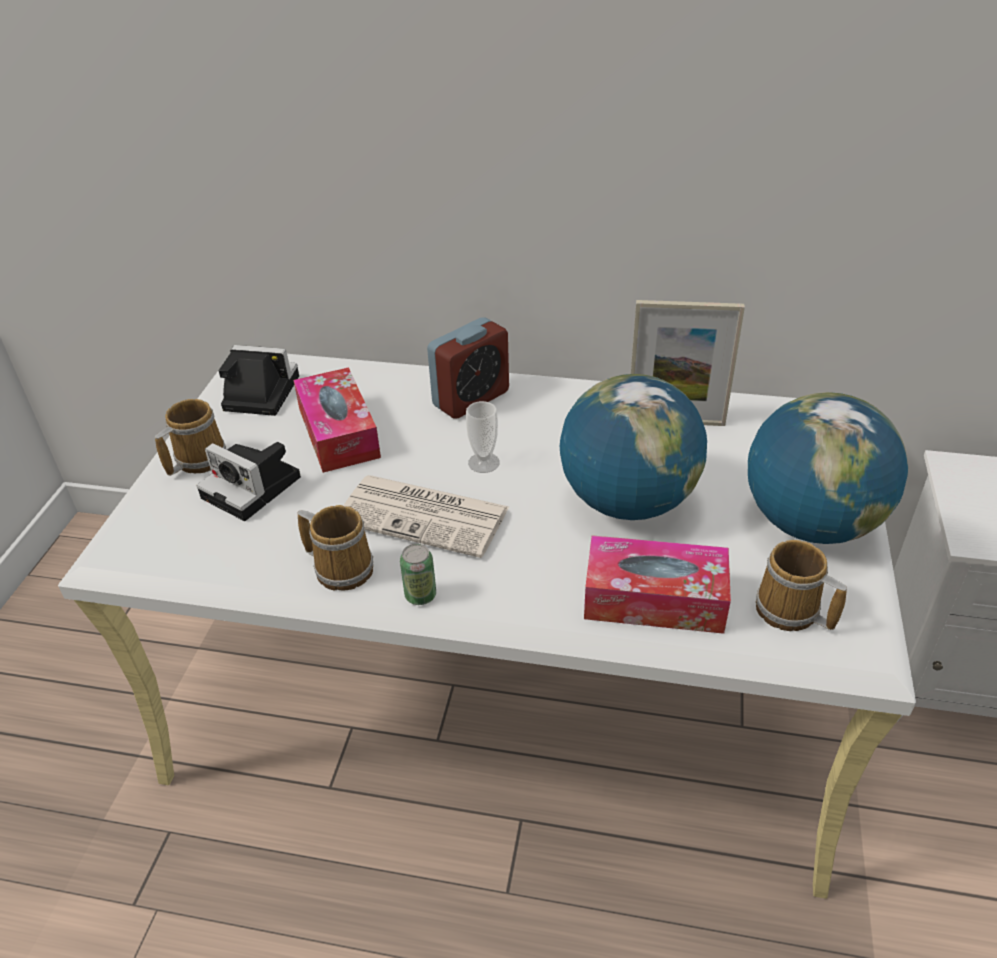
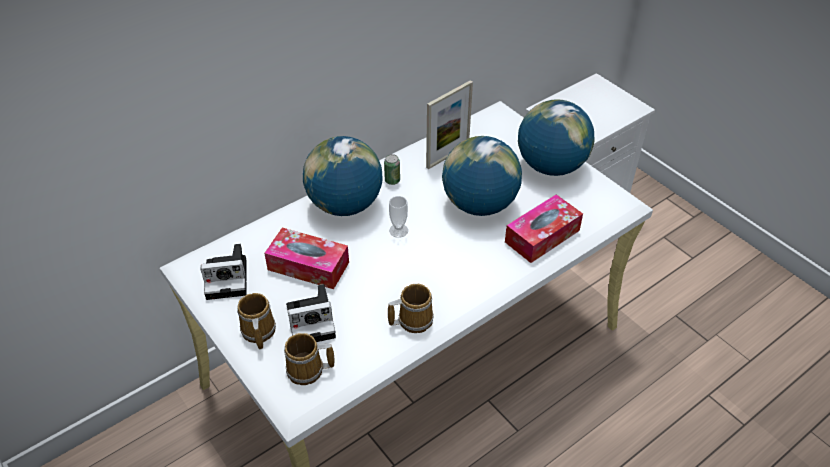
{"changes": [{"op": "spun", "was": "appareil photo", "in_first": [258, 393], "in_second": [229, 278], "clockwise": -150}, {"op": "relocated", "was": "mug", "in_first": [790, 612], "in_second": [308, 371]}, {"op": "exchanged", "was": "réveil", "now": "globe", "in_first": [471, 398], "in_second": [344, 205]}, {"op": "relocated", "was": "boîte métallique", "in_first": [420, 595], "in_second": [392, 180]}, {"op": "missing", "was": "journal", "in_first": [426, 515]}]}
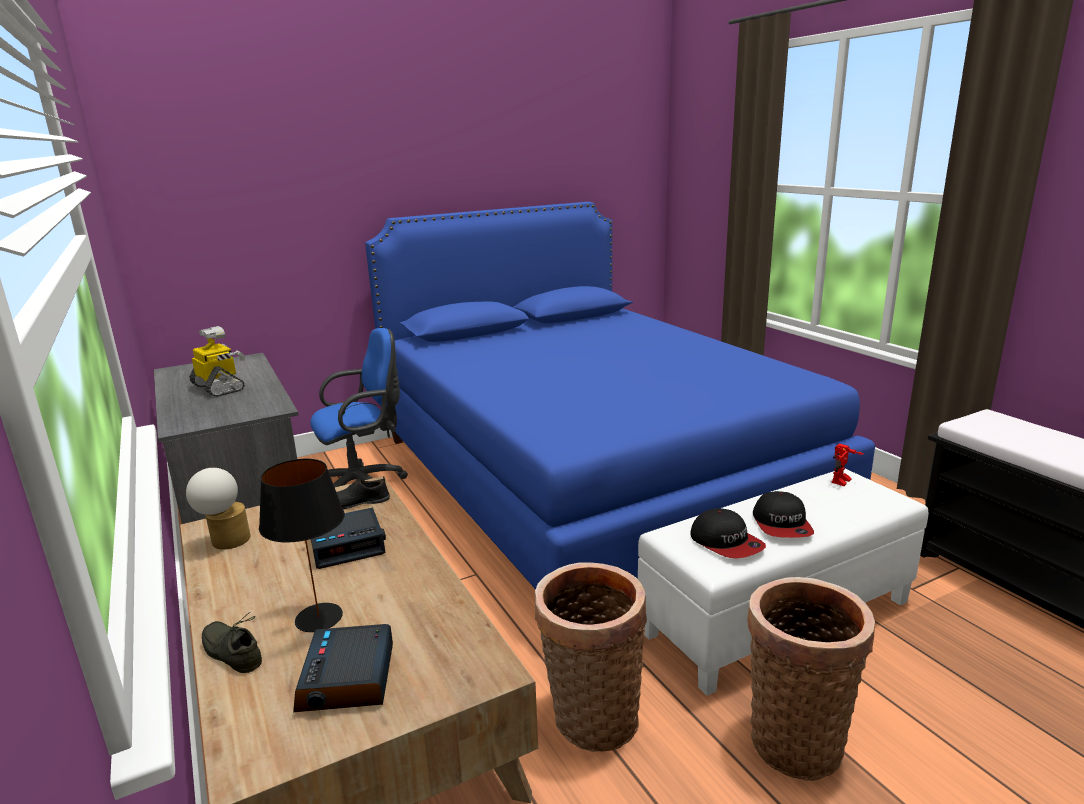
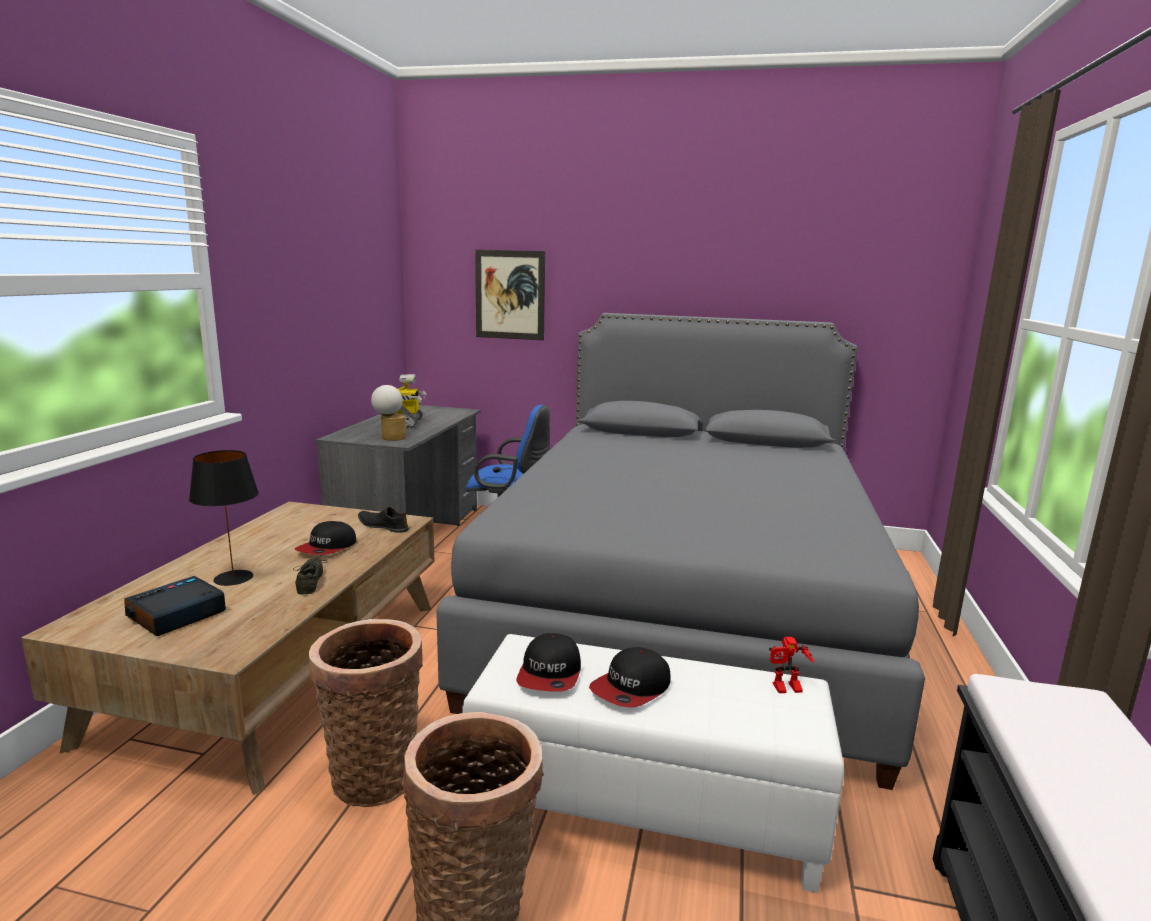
{"changes": [{"op": "relocated", "was": "chaussure [gris]", "in_first": [235, 651], "in_second": [312, 581]}, {"op": "exchanged", "was": "réveil", "now": "casquette", "in_first": [348, 545], "in_second": [327, 548]}, {"op": "relocated", "was": "lampe de table", "in_first": [225, 542], "in_second": [390, 437]}, {"op": "colour", "was": "lit [bleu]", "now": "lit [gris]", "in_first": [589, 479], "in_second": [682, 609]}, {"op": "appeared", "now": "tableau", "in_second": [510, 295]}]}
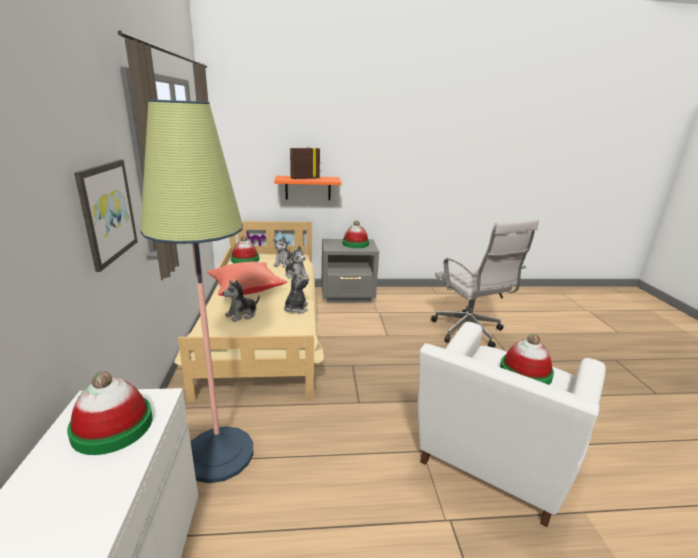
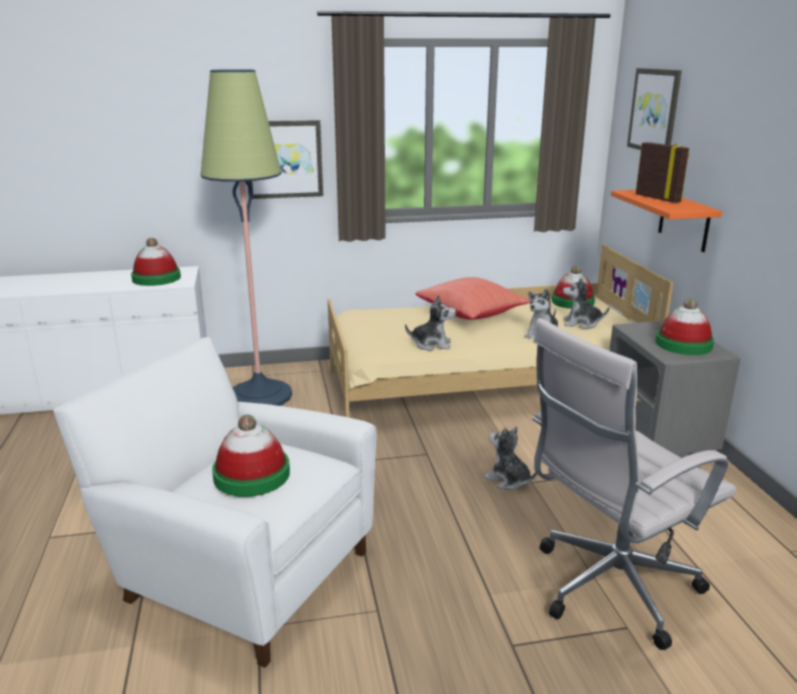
{"changes": [{"op": "relocated", "was": "peluche", "in_first": [242, 315], "in_second": [508, 480]}, {"op": "appeared", "now": "tableau", "in_second": [654, 111]}]}
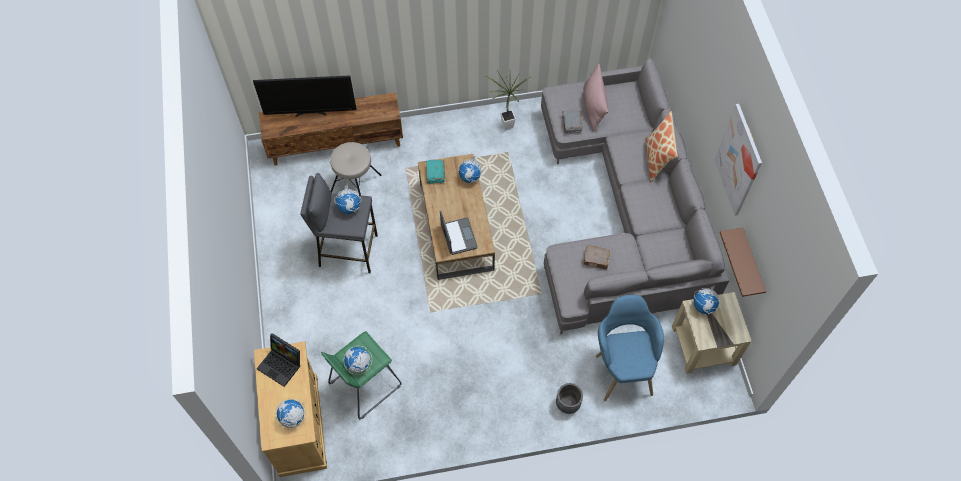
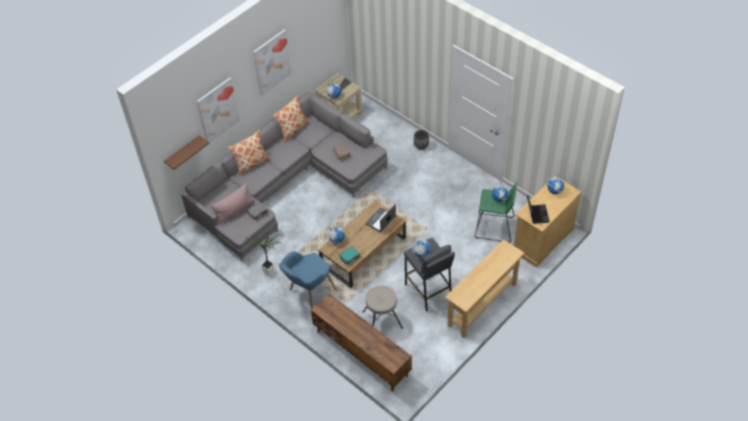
{"changes": [{"op": "relocated", "was": "étagère [marron]", "in_first": [751, 265], "in_second": [183, 153]}, {"op": "appeared", "now": "tableau", "in_second": [217, 110]}, {"op": "appeared", "now": "coussin", "in_second": [292, 129]}, {"op": "relocated", "was": "fauteuil [bleu]", "in_first": [622, 367], "in_second": [308, 293]}, {"op": "appeared", "now": "table console [beige]", "in_second": [482, 305]}, {"op": "missing", "was": "téléviseur", "in_first": [311, 113]}]}
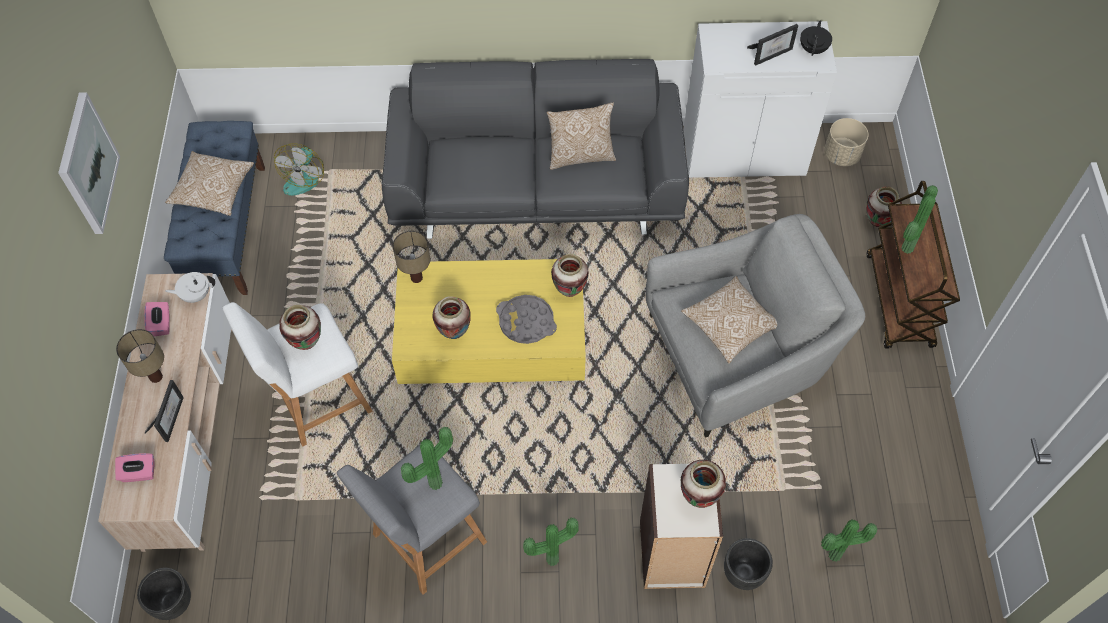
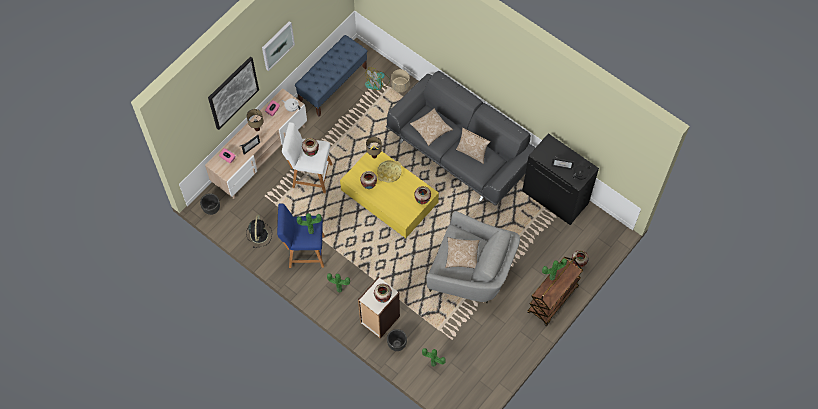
{"changes": [{"op": "appeared", "now": "tableau", "in_second": [233, 92]}, {"op": "appeared", "now": "ventilateur [noir]", "in_second": [259, 234]}, {"op": "colour", "was": "tabouret [gris]", "now": "tabouret [bleu]", "in_first": [425, 541], "in_second": [304, 251]}, {"op": "appeared", "now": "plateau [jaune]", "in_second": [389, 172]}, {"op": "relocated", "was": "cache-pot [beige]", "in_first": [842, 155], "in_second": [400, 86]}, {"op": "relocated", "was": "coussin", "in_first": [213, 191], "in_second": [431, 129]}, {"op": "colour", "was": "meuble de rangement [blanc]", "now": "meuble de rangement [noir]", "in_first": [744, 152], "in_second": [555, 197]}, {"op": "missing", "was": "plateau [gris]", "in_first": [526, 322]}]}
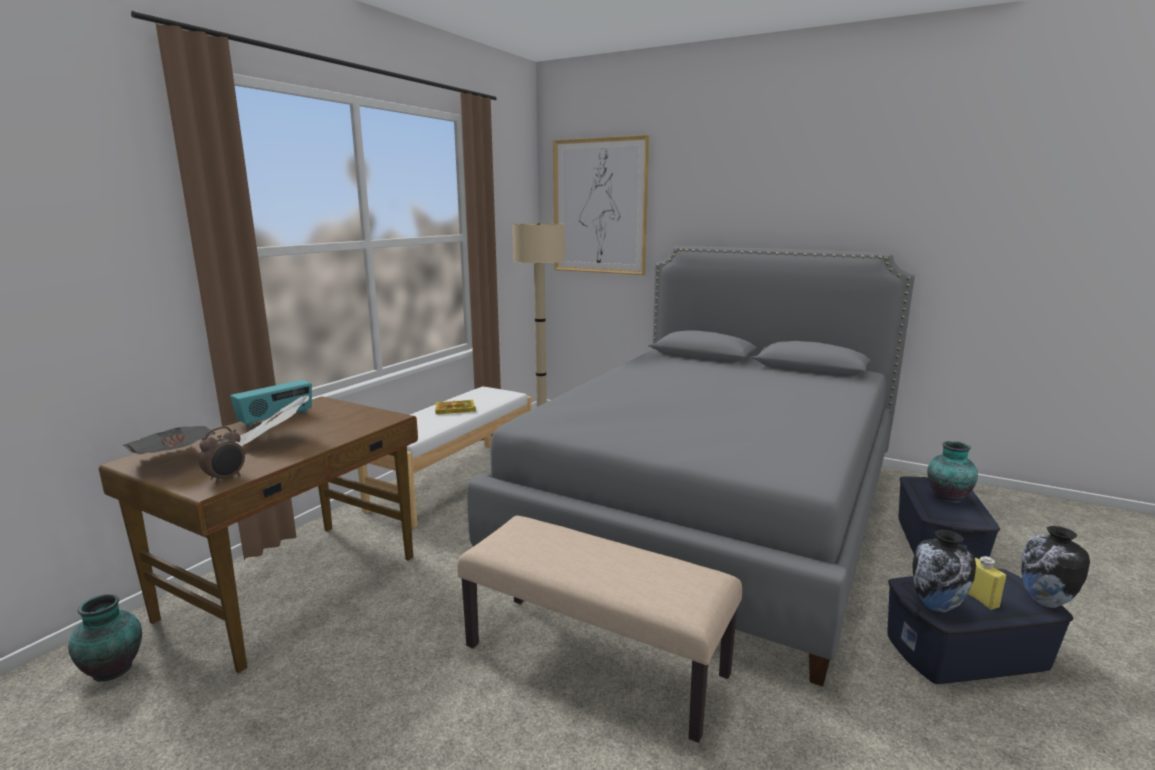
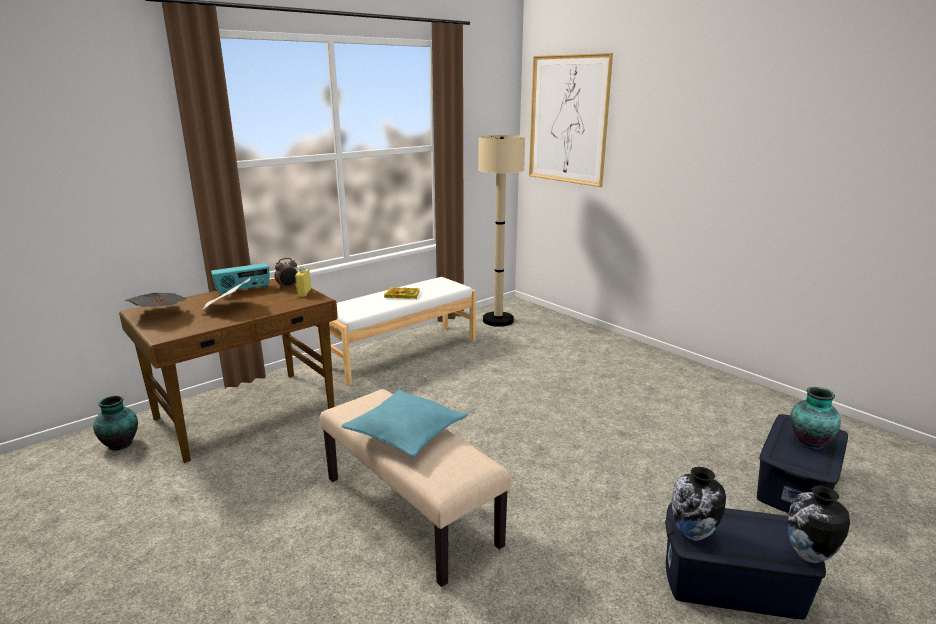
{"changes": [{"op": "relocated", "was": "réveil", "in_first": [226, 478], "in_second": [288, 287]}, {"op": "relocated", "was": "bouteille [jaune]", "in_first": [979, 599], "in_second": [304, 293]}, {"op": "appeared", "now": "coussin [turquoise]", "in_second": [406, 432]}, {"op": "missing", "was": "lit [gris]", "in_first": [710, 511]}]}
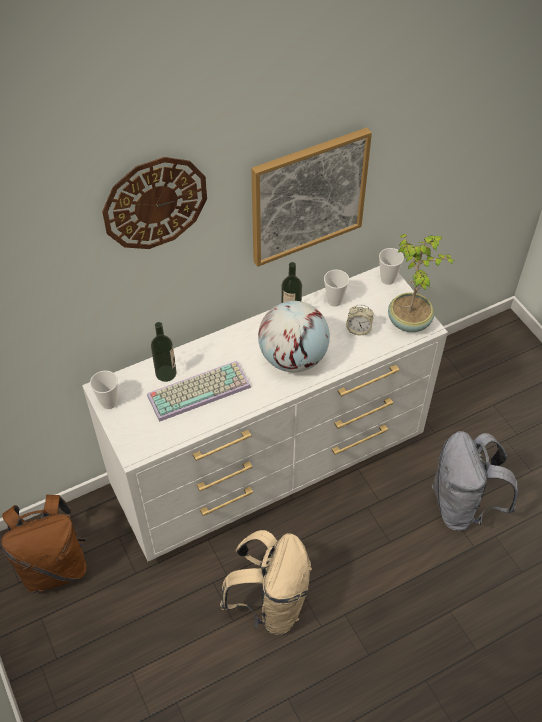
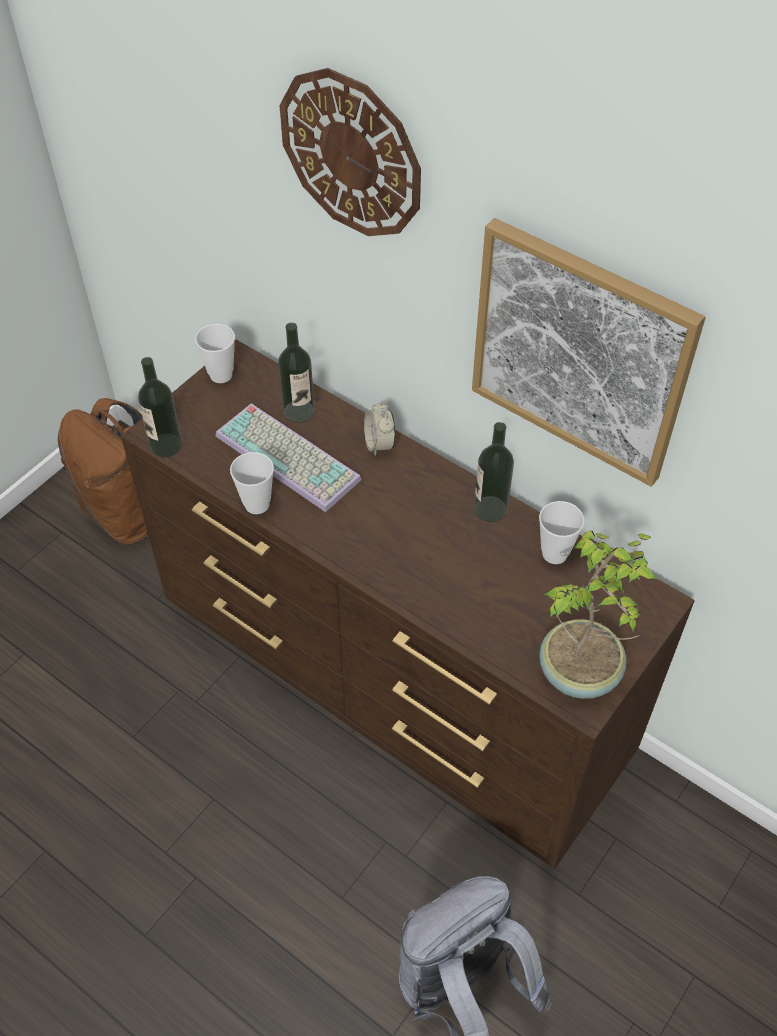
{"changes": [{"op": "colour", "was": "commode [blanc]", "now": "commode [marron]", "in_first": [271, 464], "in_second": [392, 683]}, {"op": "appeared", "now": "bouteille", "in_second": [166, 445]}, {"op": "relocated", "was": "tasse", "in_first": [387, 279], "in_second": [257, 504]}, {"op": "relocated", "was": "réveil", "in_first": [358, 329], "in_second": [379, 444]}, {"op": "missing", "was": "sac à dos [beige]", "in_first": [271, 603]}, {"op": "missing", "was": "globe", "in_first": [293, 358]}]}
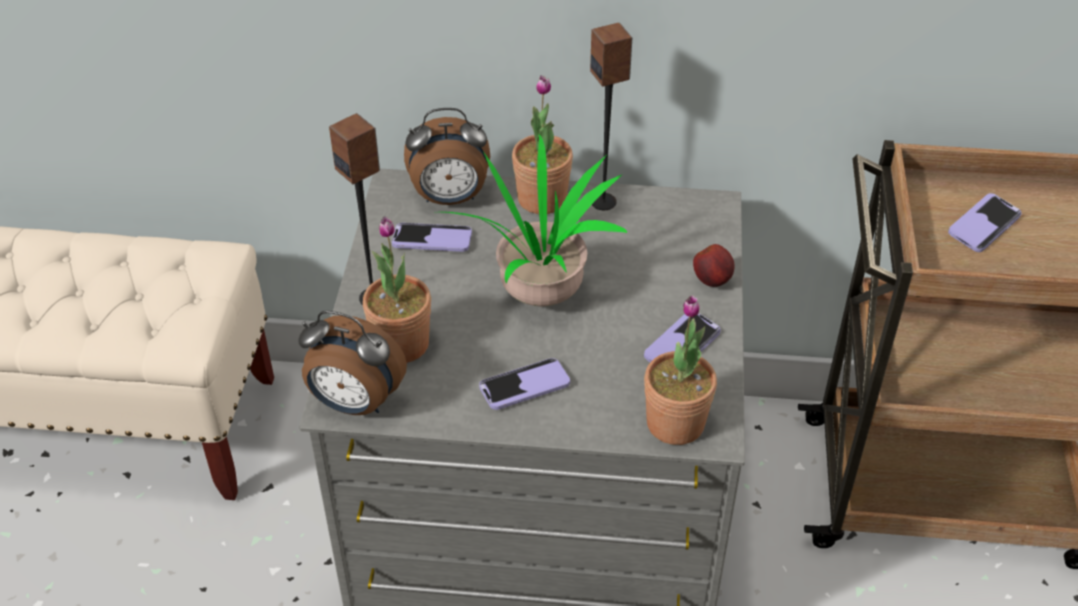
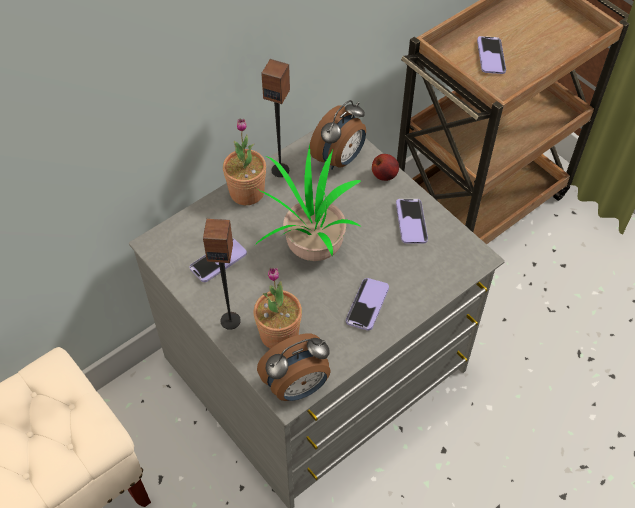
{"changes": [{"op": "relocated", "was": "réveil", "in_first": [450, 198], "in_second": [340, 159]}, {"op": "missing", "was": "plante en pot", "in_first": [675, 423]}]}
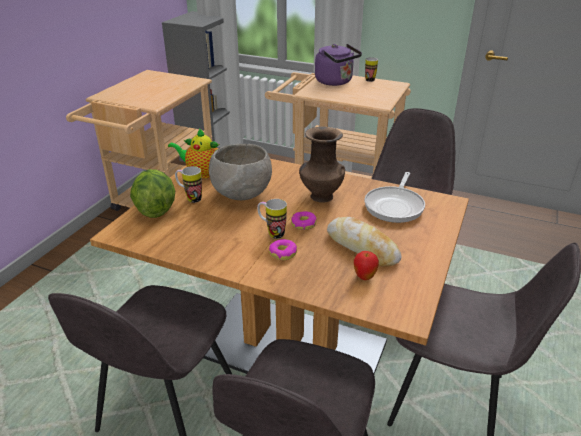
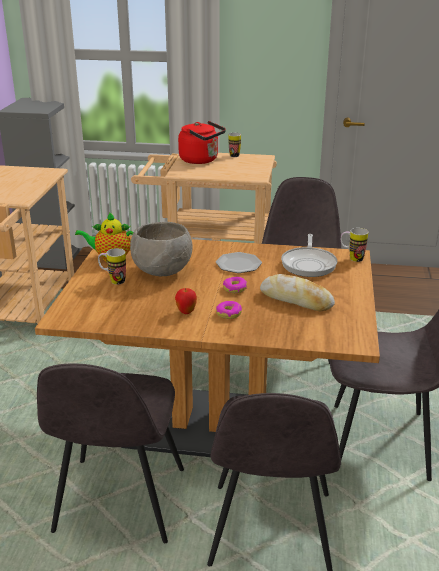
{"changes": [{"op": "relocated", "was": "pomme", "in_first": [364, 277], "in_second": [186, 312]}, {"op": "colour", "was": "bouilloire [violet]", "now": "bouilloire [rouge]", "in_first": [335, 82], "in_second": [201, 160]}, {"op": "exchanged", "was": "vase [marron]", "now": "assiette", "in_first": [320, 196], "in_second": [238, 264]}, {"op": "relocated", "was": "mug", "in_first": [272, 233], "in_second": [352, 258]}, {"op": "missing", "was": "laitue", "in_first": [155, 209]}]}
